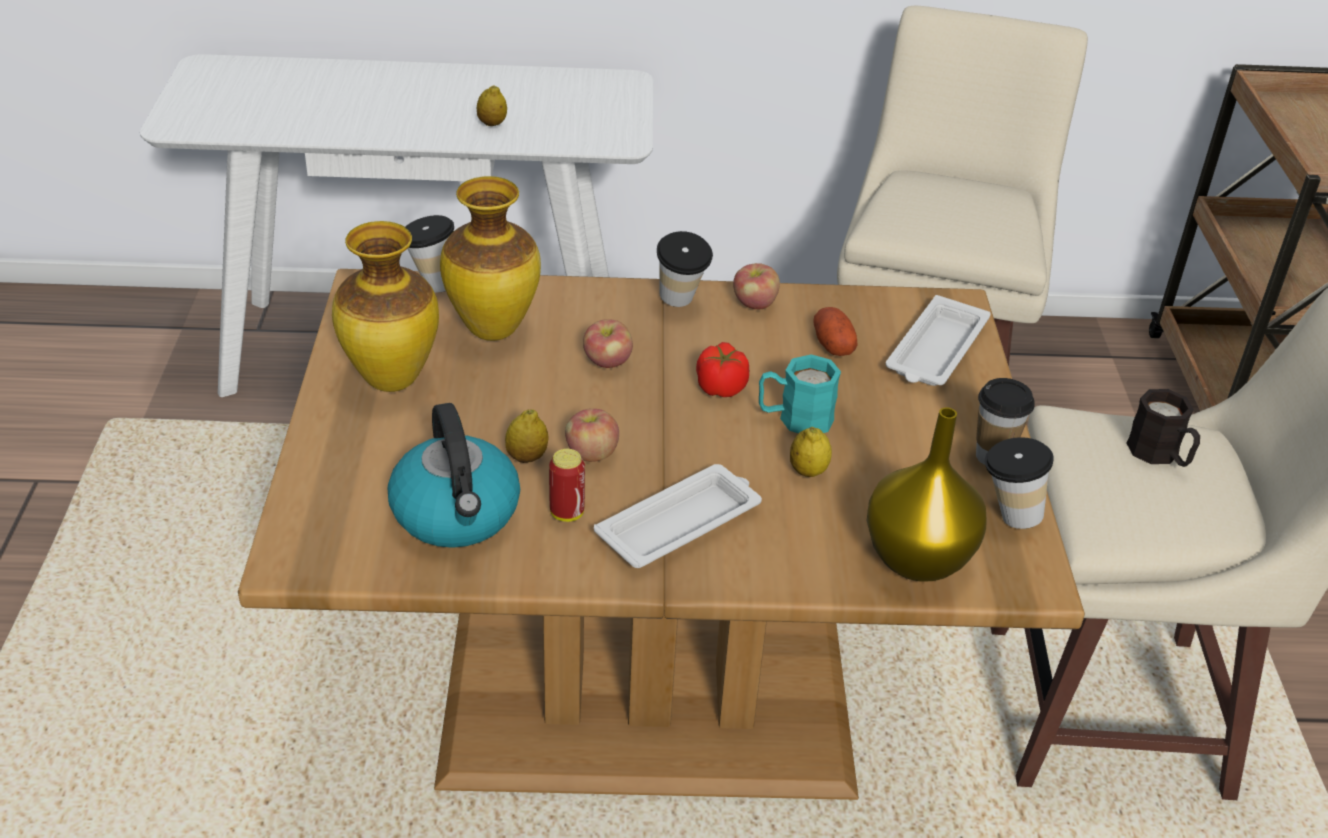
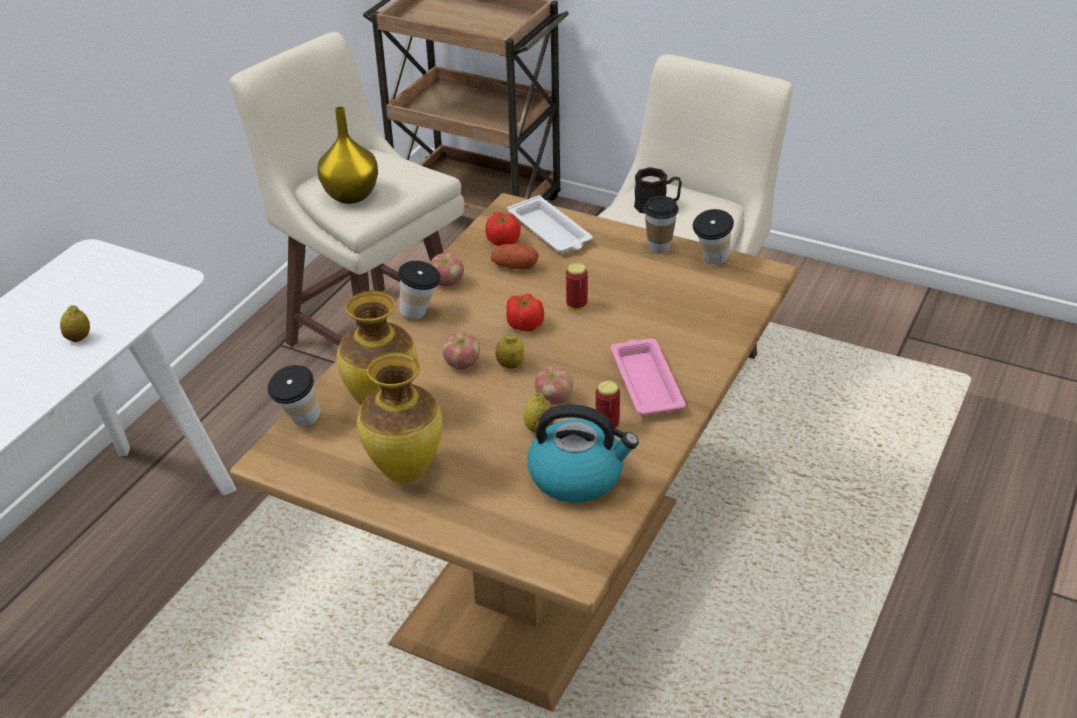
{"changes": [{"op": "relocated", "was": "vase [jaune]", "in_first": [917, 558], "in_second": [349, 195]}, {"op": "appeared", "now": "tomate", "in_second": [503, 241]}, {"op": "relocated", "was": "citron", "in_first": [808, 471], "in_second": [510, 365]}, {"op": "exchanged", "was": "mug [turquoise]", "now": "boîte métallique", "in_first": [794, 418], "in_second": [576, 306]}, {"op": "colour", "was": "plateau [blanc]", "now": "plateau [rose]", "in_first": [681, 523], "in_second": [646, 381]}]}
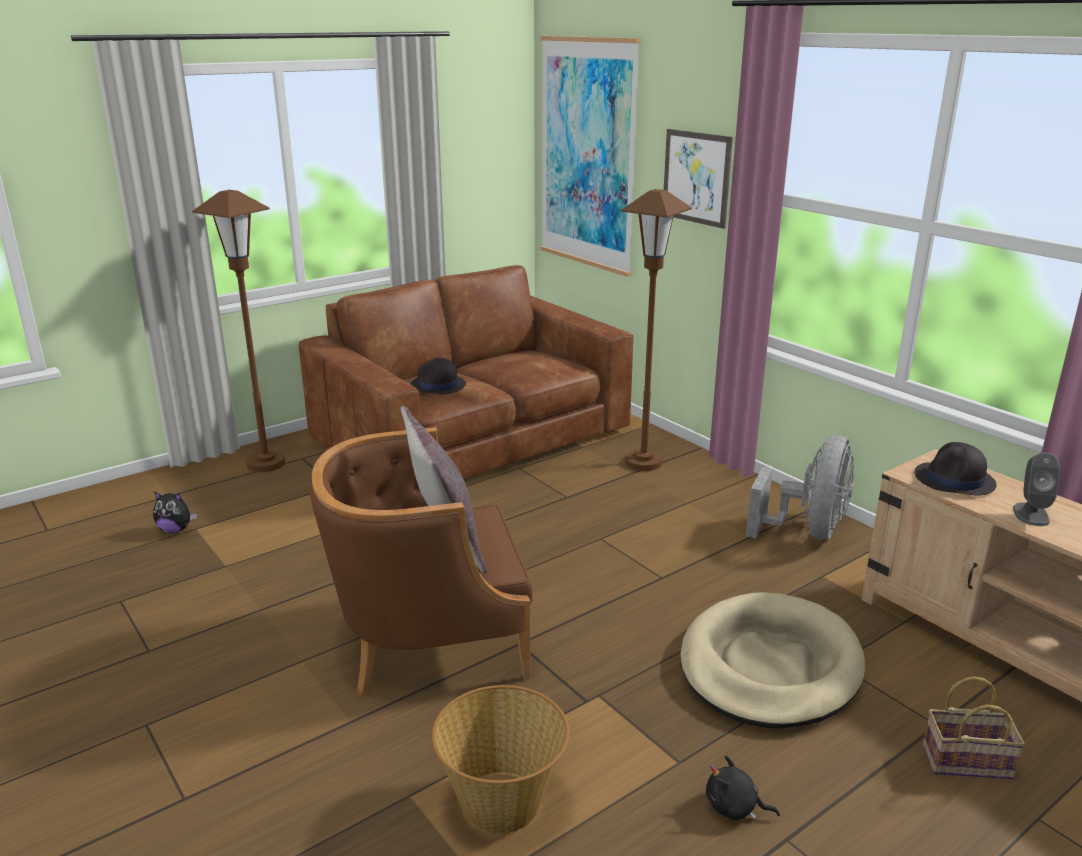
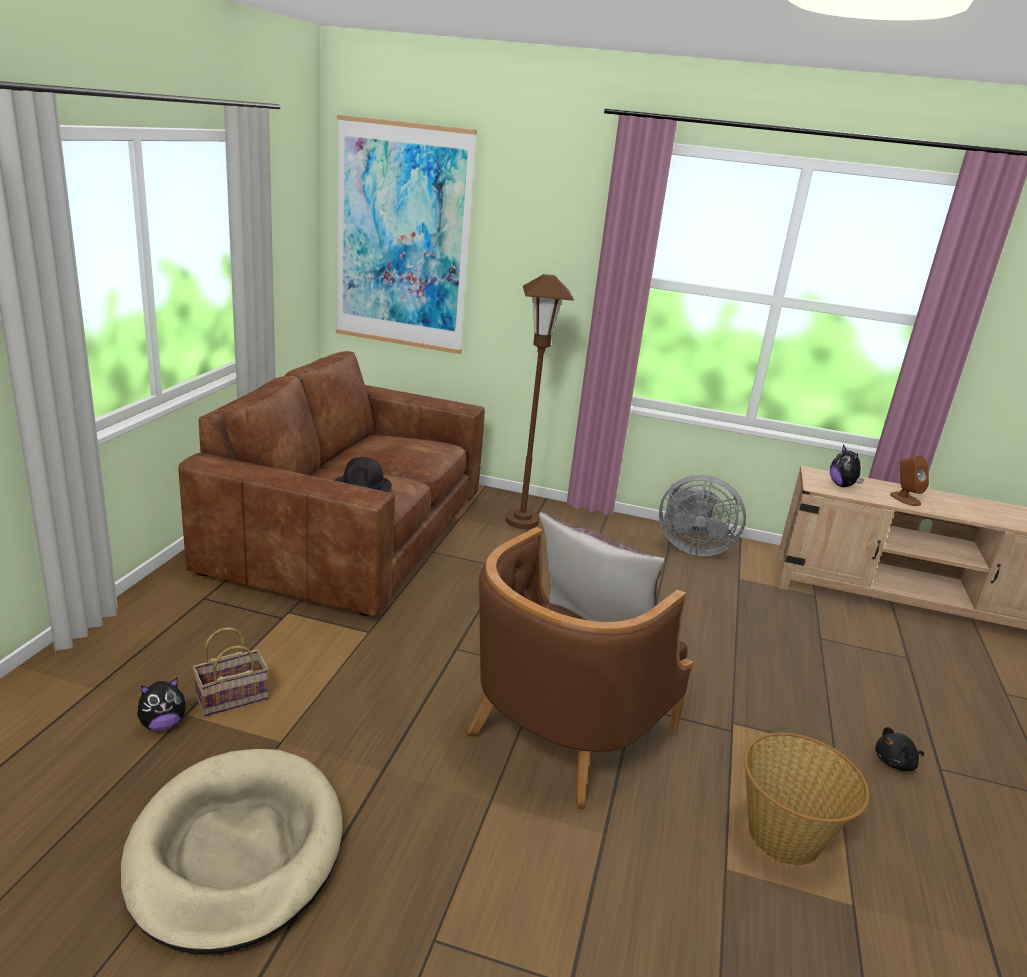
{"changes": [{"op": "relocated", "was": "panier pour chien [beige]", "in_first": [769, 666], "in_second": [236, 851]}, {"op": "relocated", "was": "panier", "in_first": [968, 760], "in_second": [233, 696]}, {"op": "spun", "was": "ventilateur [gris]", "in_first": [808, 531], "in_second": [691, 547], "clockwise": 120}, {"op": "exchanged", "was": "chapeau [noir]", "now": "peluche", "in_first": [954, 480], "in_second": [842, 485]}, {"op": "colour", "was": "enceinte [gris]", "now": "enceinte [marron]", "in_first": [1031, 514], "in_second": [905, 499]}, {"op": "missing", "was": "lampadaire [marron]", "in_first": [266, 463]}, {"op": "missing", "was": "tableau", "in_first": [696, 177]}]}
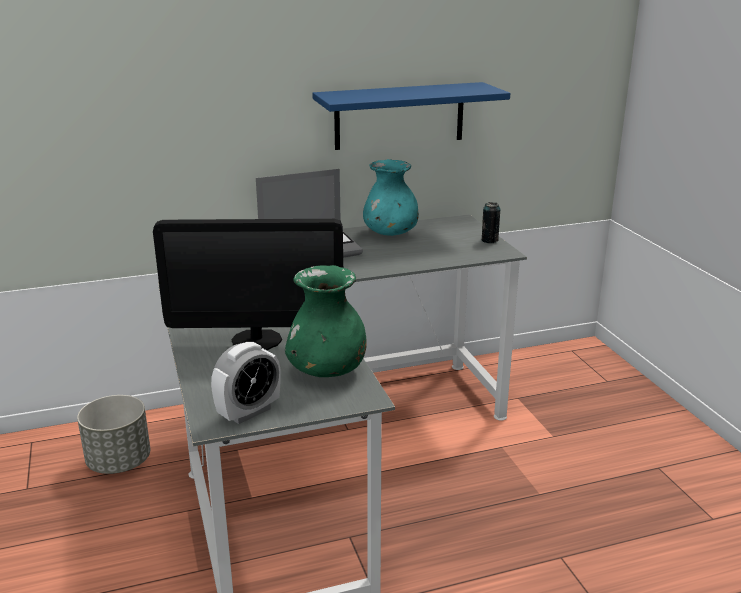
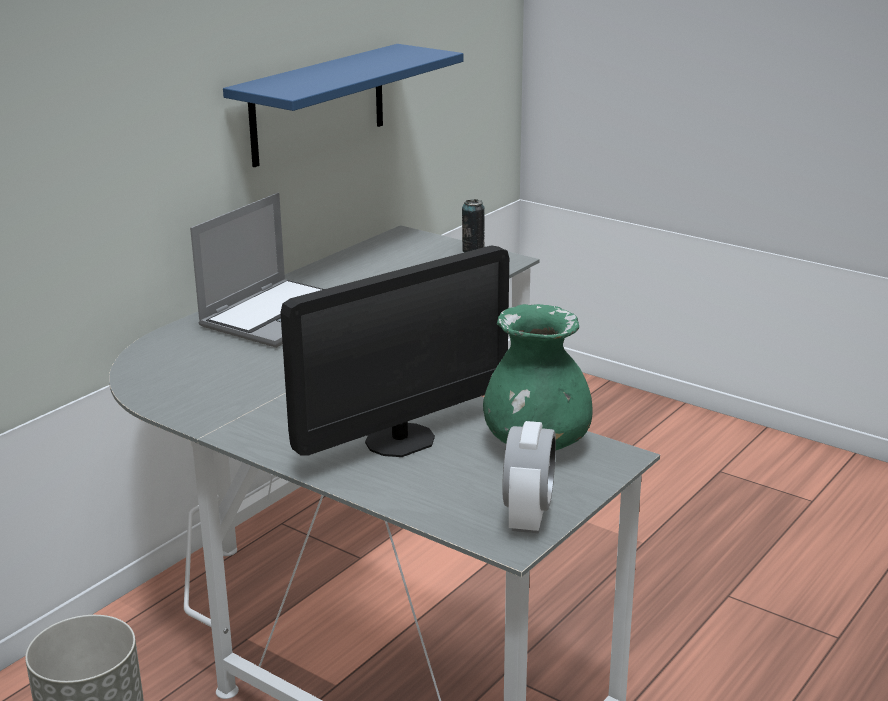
{"changes": [{"op": "missing", "was": "vase [turquoise]", "in_first": [390, 233]}]}
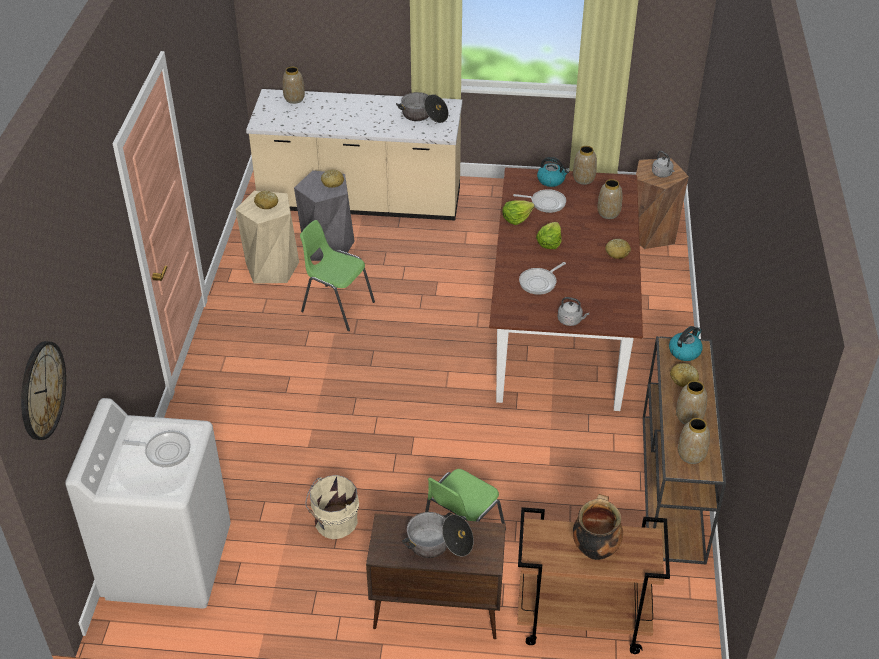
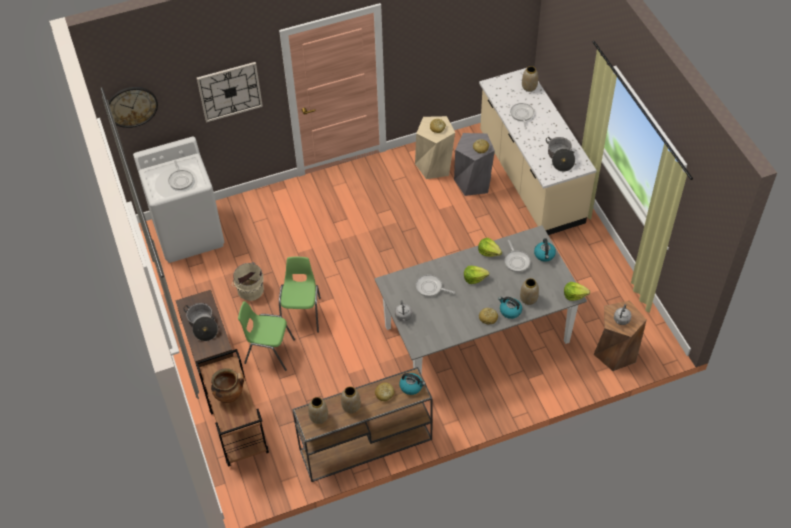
{"changes": [{"op": "appeared", "now": "horloge murale", "in_second": [230, 91]}, {"op": "relocated", "was": "chaise [vert]", "in_first": [337, 307], "in_second": [302, 314]}, {"op": "colour", "was": "table à manger [marron]", "now": "table à manger [gris]", "in_first": [560, 326], "in_second": [476, 334]}, {"op": "appeared", "now": "bouilloire", "in_second": [510, 311]}, {"op": "appeared", "now": "poêle", "in_second": [522, 115]}, {"op": "appeared", "now": "laitue", "in_second": [574, 295]}, {"op": "missing", "was": "vase", "in_first": [583, 179]}]}
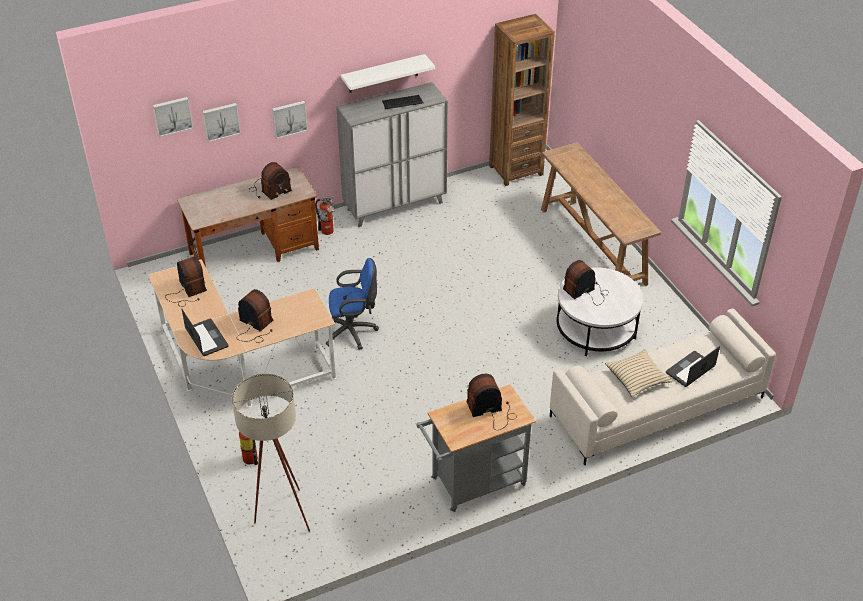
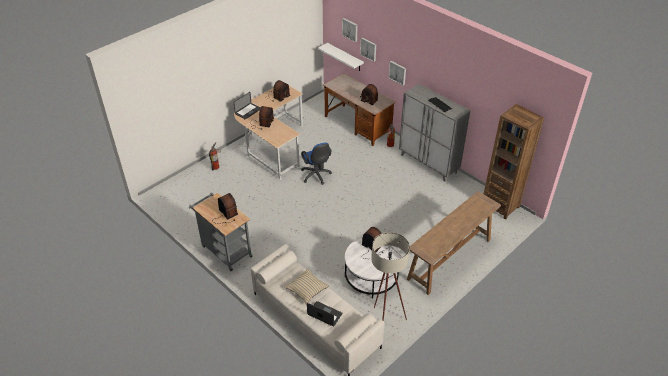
{"changes": [{"op": "relocated", "was": "étagère [blanc]", "in_first": [383, 73], "in_second": [345, 57]}, {"op": "relocated", "was": "lampadaire [beige]", "in_first": [280, 516], "in_second": [384, 318]}]}
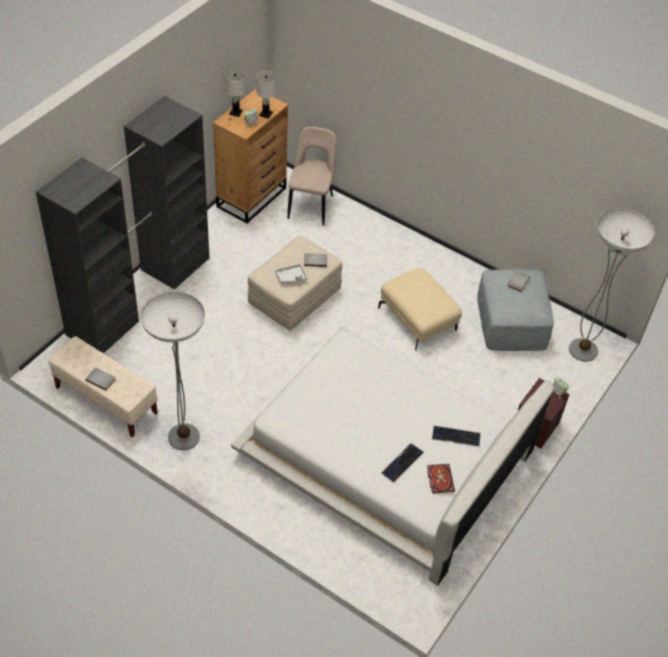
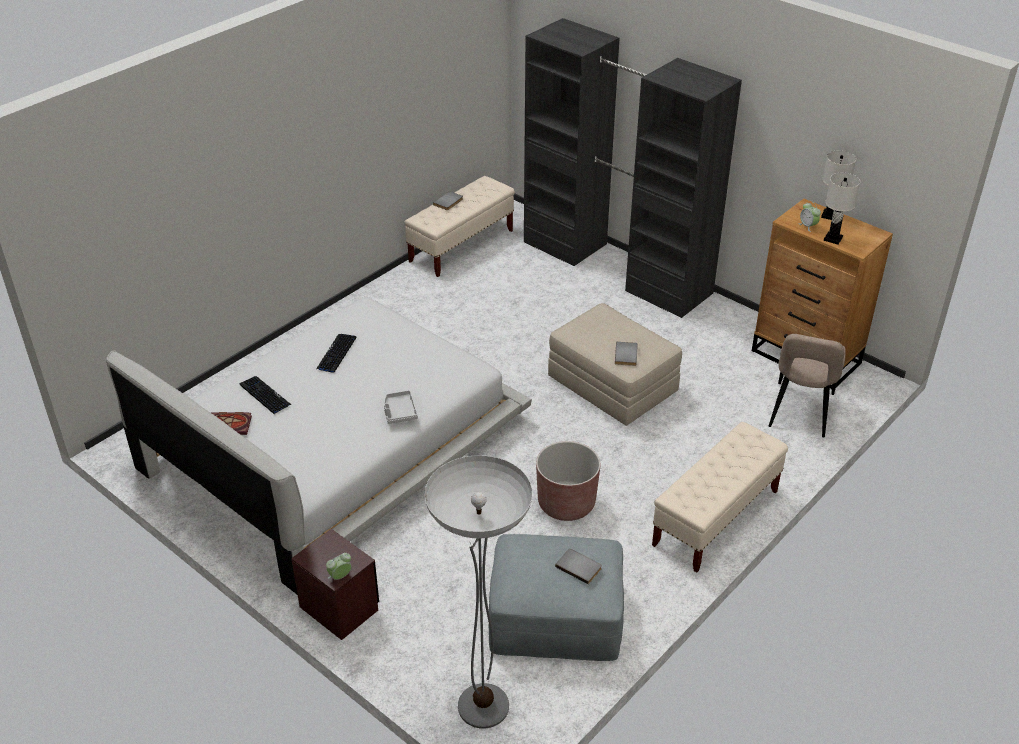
{"changes": [{"op": "relocated", "was": "clavier", "in_first": [456, 436], "in_second": [336, 354]}, {"op": "relocated", "was": "plateau [gris]", "in_first": [291, 277], "in_second": [399, 412]}, {"op": "exchanged", "was": "pouf [beige]", "now": "cache-pot [marron]", "in_first": [418, 319], "in_second": [566, 503]}, {"op": "appeared", "now": "banc [beige]", "in_second": [715, 518]}, {"op": "spun", "was": "chaise [beige]", "in_first": [311, 205], "in_second": [800, 413], "clockwise": 90}, {"op": "missing", "was": "lampadaire", "in_first": [183, 437]}]}
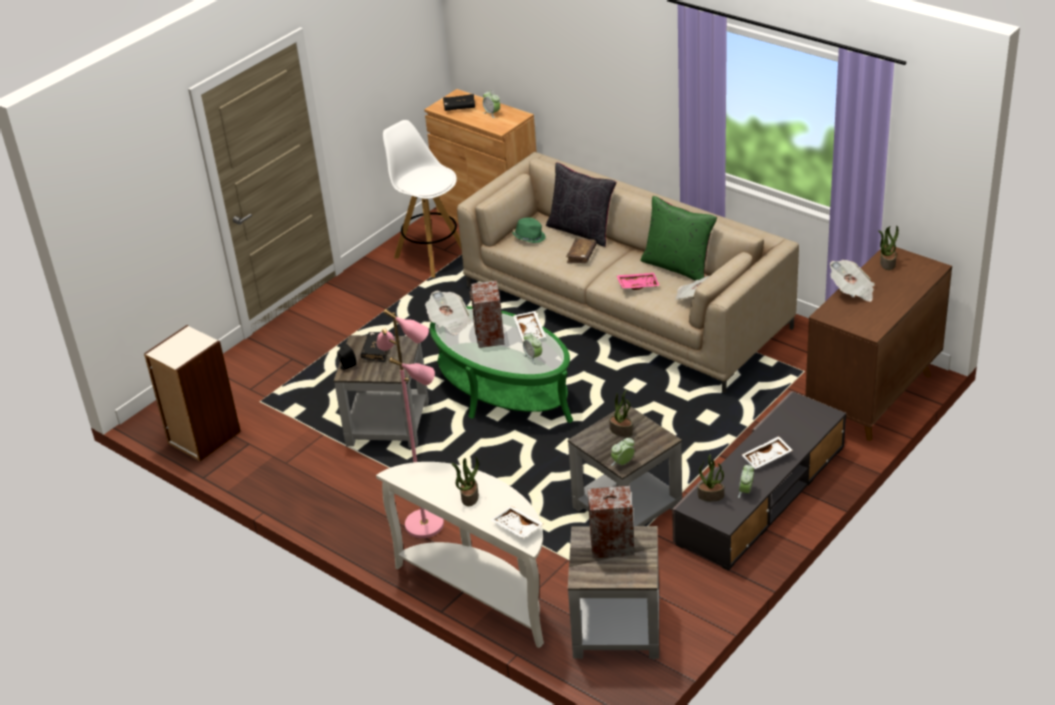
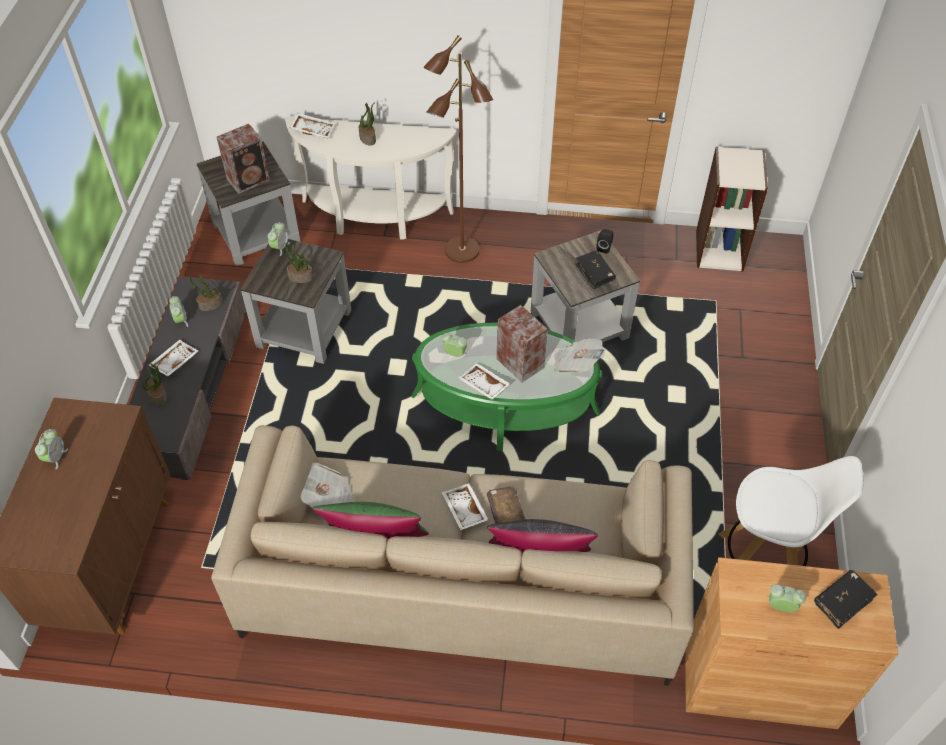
{"changes": [{"op": "appeared", "now": "réveil", "in_second": [55, 457]}, {"op": "relocated", "was": "plante en pot", "in_first": [887, 263], "in_second": [158, 396]}, {"op": "colour", "was": "lampadaire [rose]", "now": "lampadaire [marron]", "in_first": [425, 524], "in_second": [461, 251]}, {"op": "appeared", "now": "plateau [blanc]", "in_second": [463, 510]}, {"op": "missing", "was": "chapeau [vert]", "in_first": [529, 237]}, {"op": "missing", "was": "plateau [rose]", "in_first": [638, 285]}, {"op": "missing", "was": "journal", "in_first": [852, 291]}]}
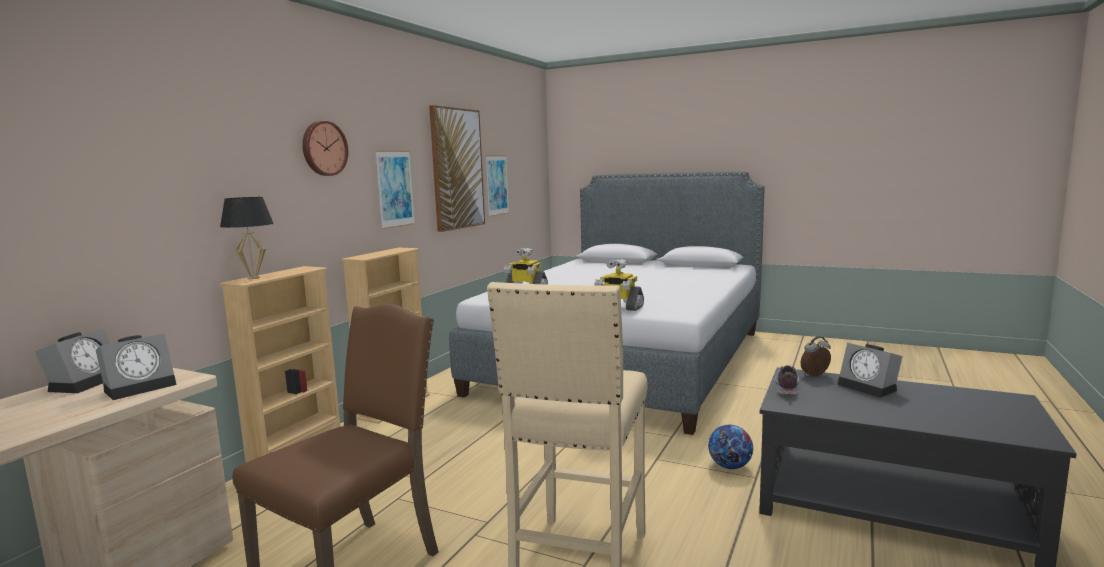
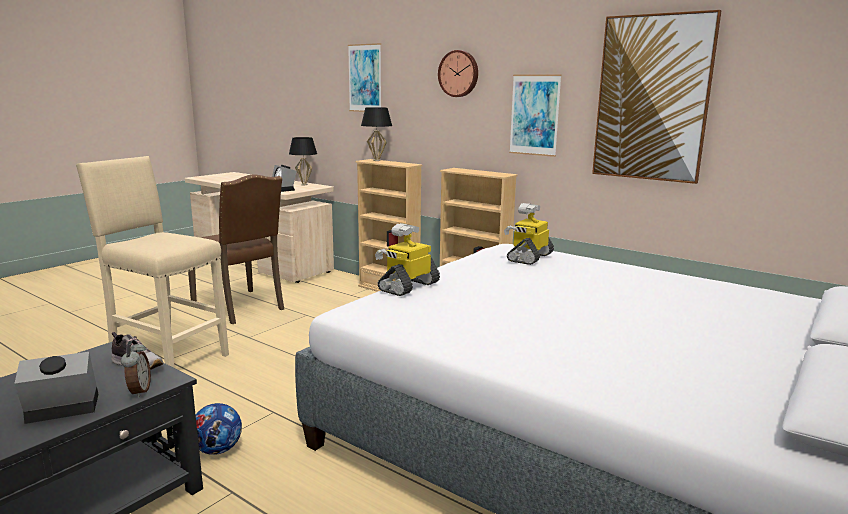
{"changes": [{"op": "exchanged", "was": "réveil", "now": "lampe de table [noir]", "in_first": [86, 382], "in_second": [304, 184]}, {"op": "relocated", "was": "tableau", "in_first": [497, 185], "in_second": [365, 78]}]}
